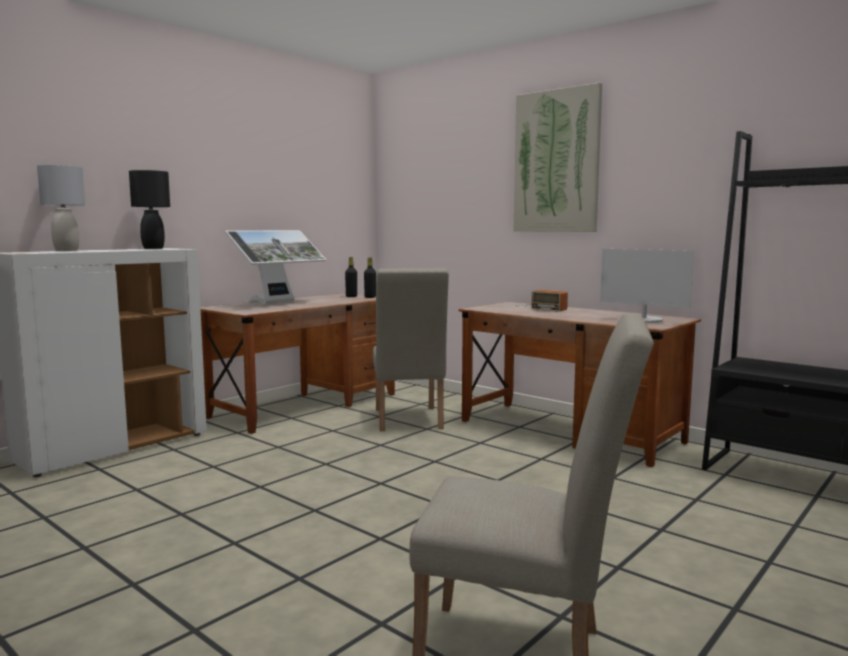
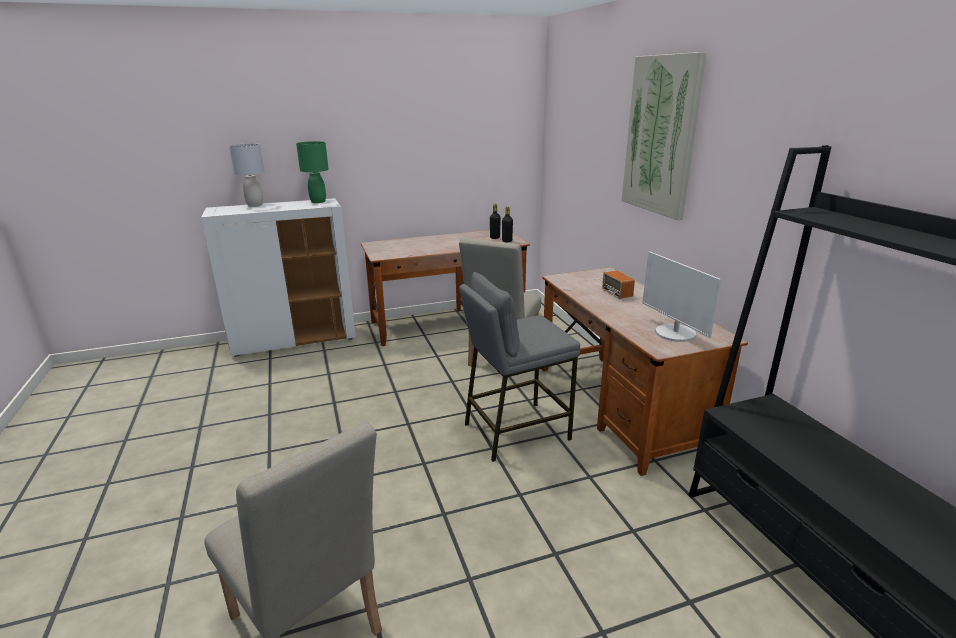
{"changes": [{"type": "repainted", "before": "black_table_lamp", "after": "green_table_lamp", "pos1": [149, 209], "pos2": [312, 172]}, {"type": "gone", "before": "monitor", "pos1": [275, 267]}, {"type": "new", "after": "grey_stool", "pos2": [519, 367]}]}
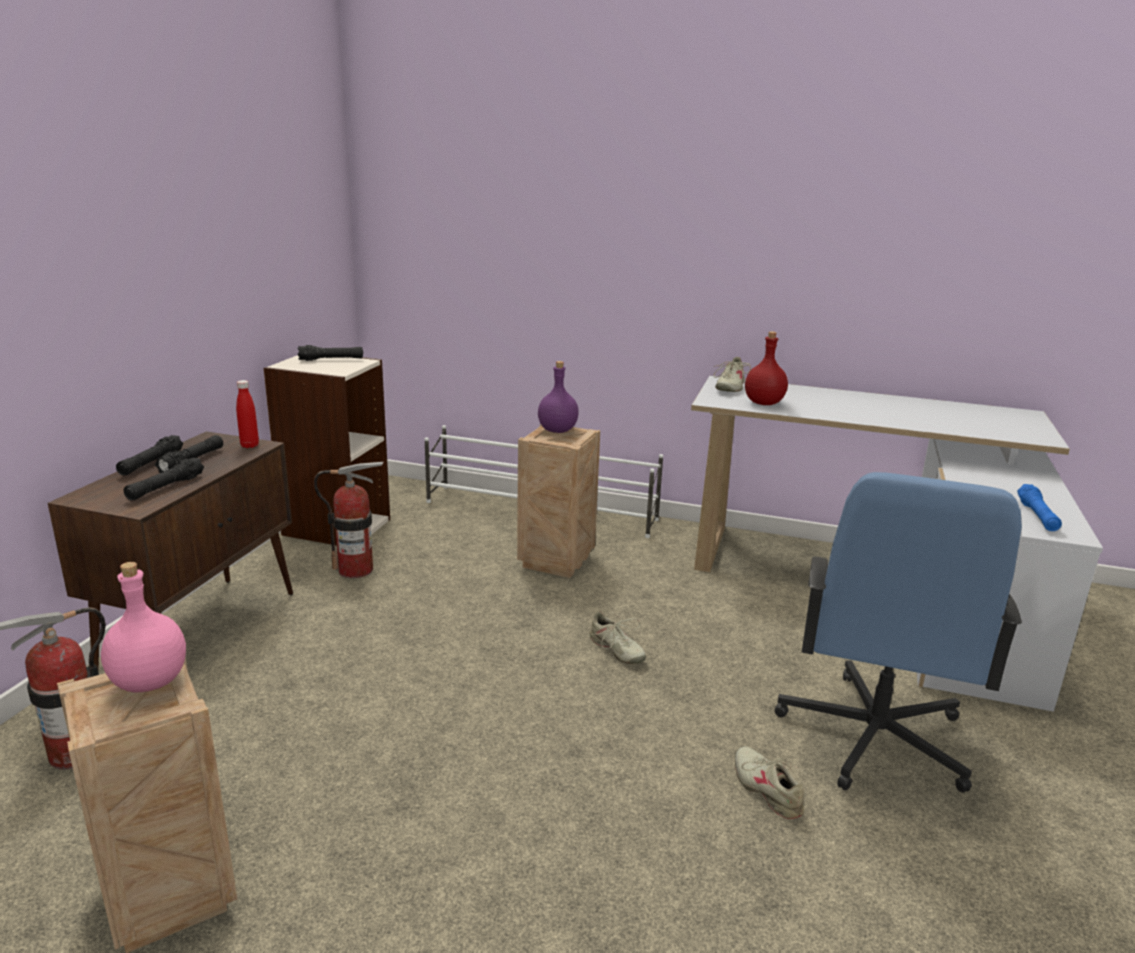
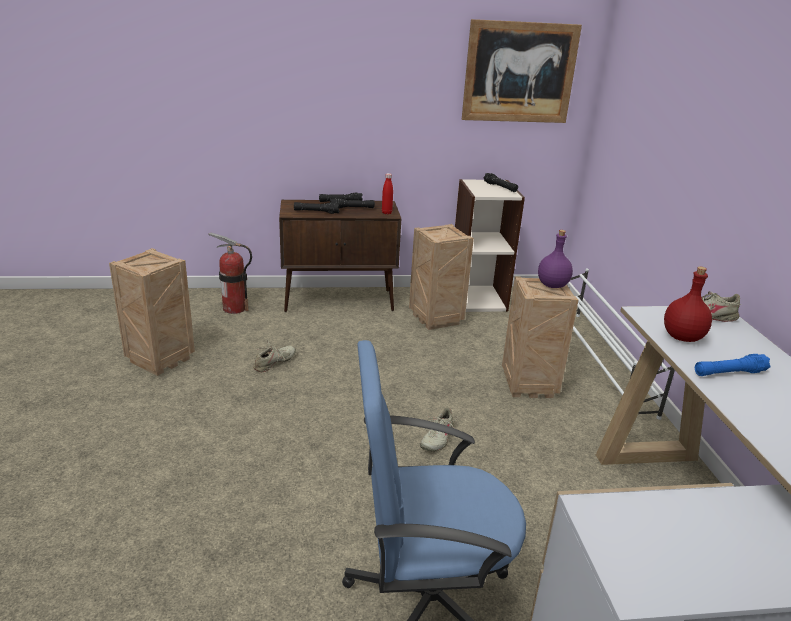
{"changes": [{"type": "swapped", "before": "fire_extinguisher", "after": "crate", "pos1": [349, 520], "pos2": [441, 277]}, {"type": "shifted", "before": "blue_flashlight", "pos1": [1039, 507], "pos2": [733, 365]}, {"type": "gone", "before": "pink_bottle", "pos1": [143, 627]}, {"type": "shifted", "before": "beige_shoe", "pos1": [772, 782], "pos2": [274, 355]}, {"type": "new", "after": "picture", "pos2": [522, 71]}]}
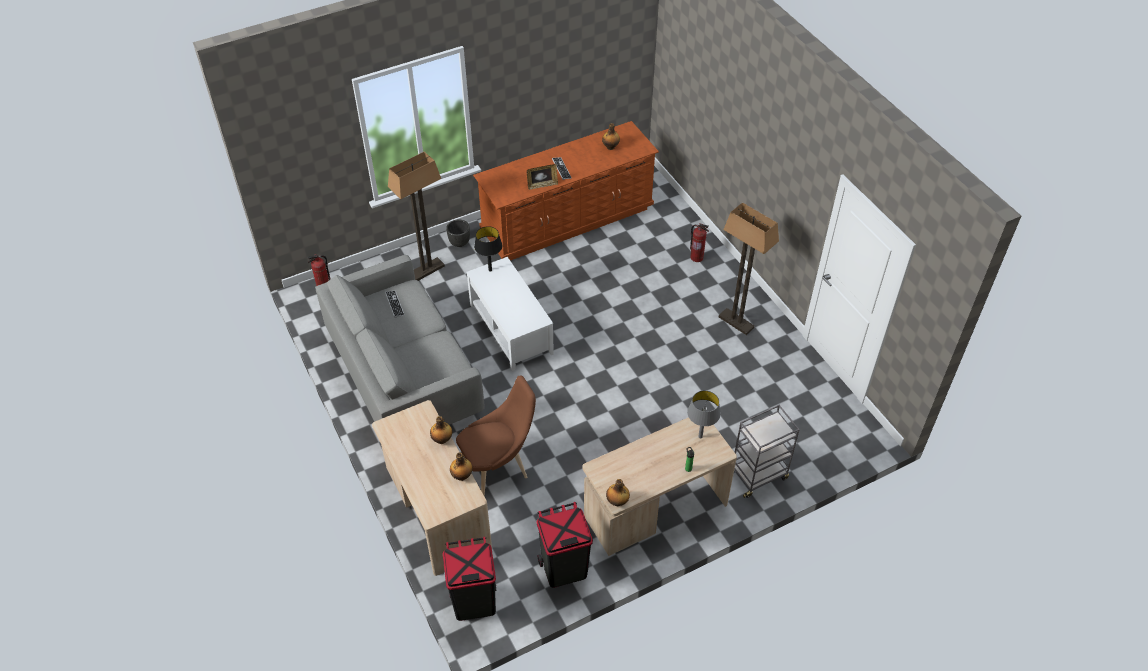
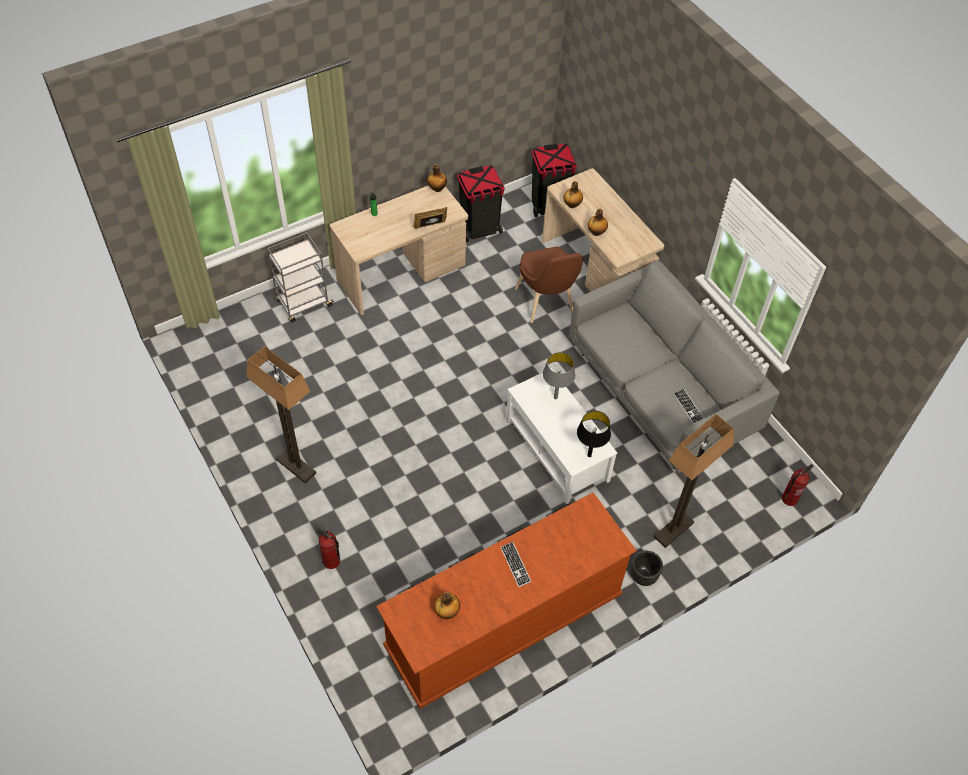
{"changes": [{"type": "shifted", "before": "picture_frame", "pos1": [542, 177], "pos2": [430, 218]}, {"type": "rotated", "before": "brown_chair", "pos1": [496, 436], "pos2": [549, 285], "turn": -75}, {"type": "shifted", "before": "grey_table_lamp", "pos1": [704, 414], "pos2": [559, 375]}]}
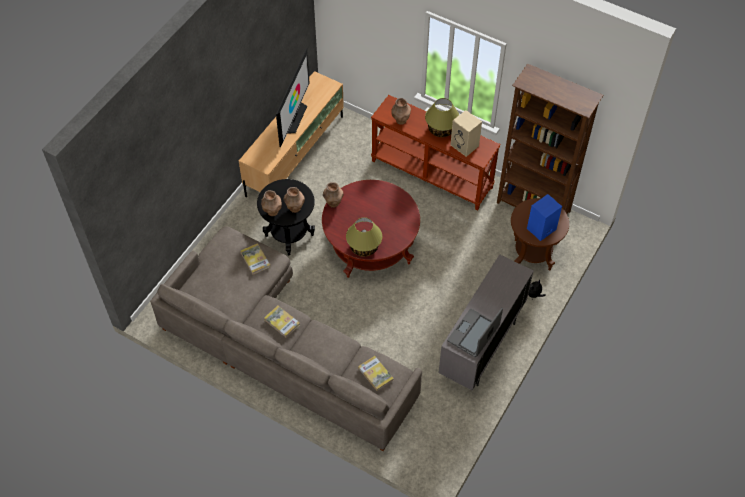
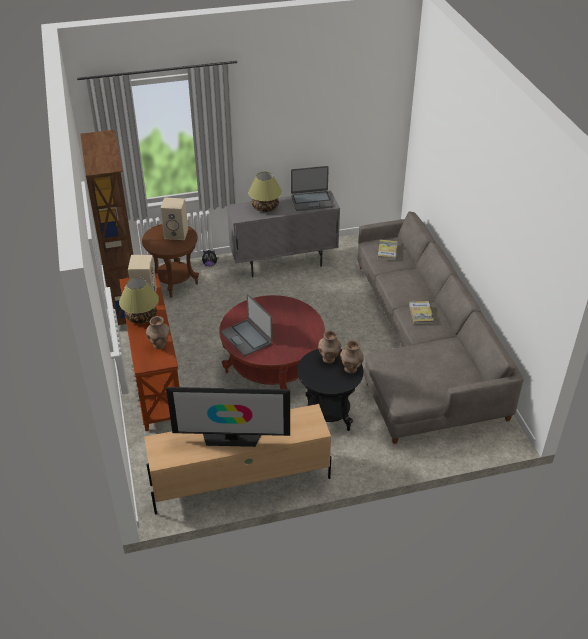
{"changes": [{"type": "rotated", "before": "television", "pos1": [293, 97], "pos2": [228, 417], "turn": -150}, {"type": "gone", "before": "brown_vase", "pos1": [333, 195]}, {"type": "repainted", "before": "blue_speaker", "after": "beige_speaker", "pos1": [544, 217], "pos2": [174, 218]}, {"type": "shifted", "before": "table_lamp", "pos1": [364, 237], "pos2": [265, 192]}, {"type": "gone", "before": "book", "pos1": [255, 259]}, {"type": "new", "after": "laptop", "pos2": [247, 325]}]}
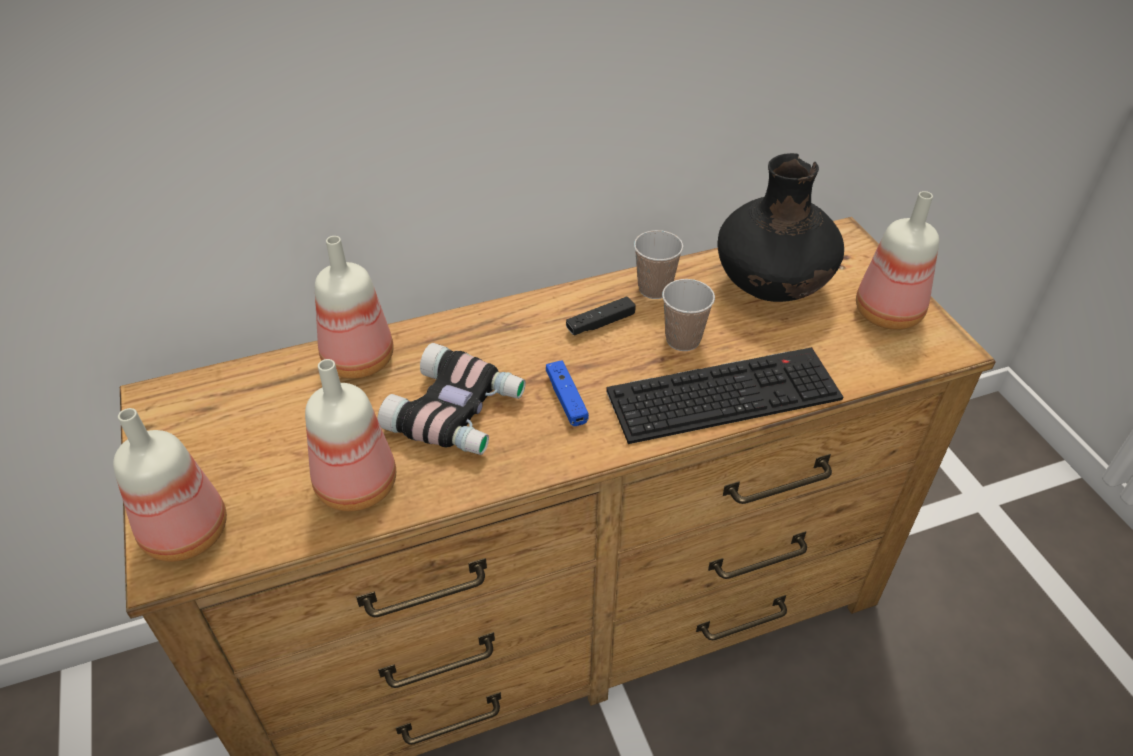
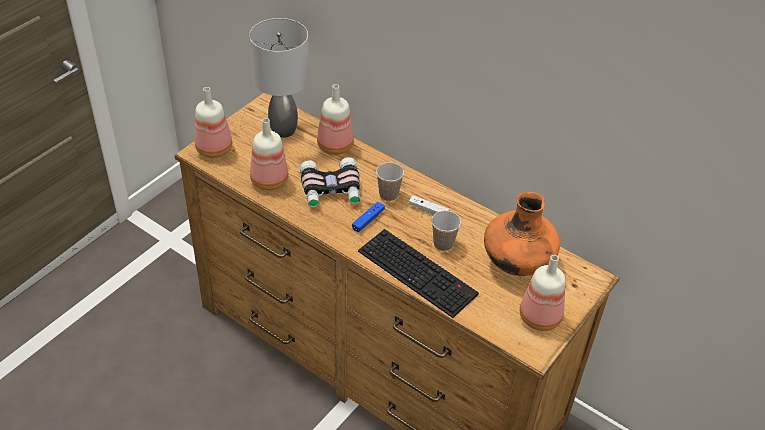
{"changes": [{"type": "repainted", "before": "black_vase", "after": "orange_vase", "pos1": [781, 227], "pos2": [522, 234]}, {"type": "shifted", "before": "cup", "pos1": [658, 264], "pos2": [390, 181]}, {"type": "repainted", "before": "black_game_controller", "after": "white_game_controller", "pos1": [601, 315], "pos2": [429, 205]}, {"type": "new", "after": "grey_table_lamp", "pos2": [279, 78]}]}
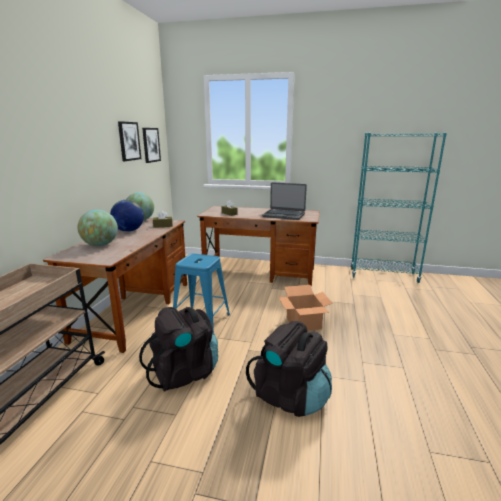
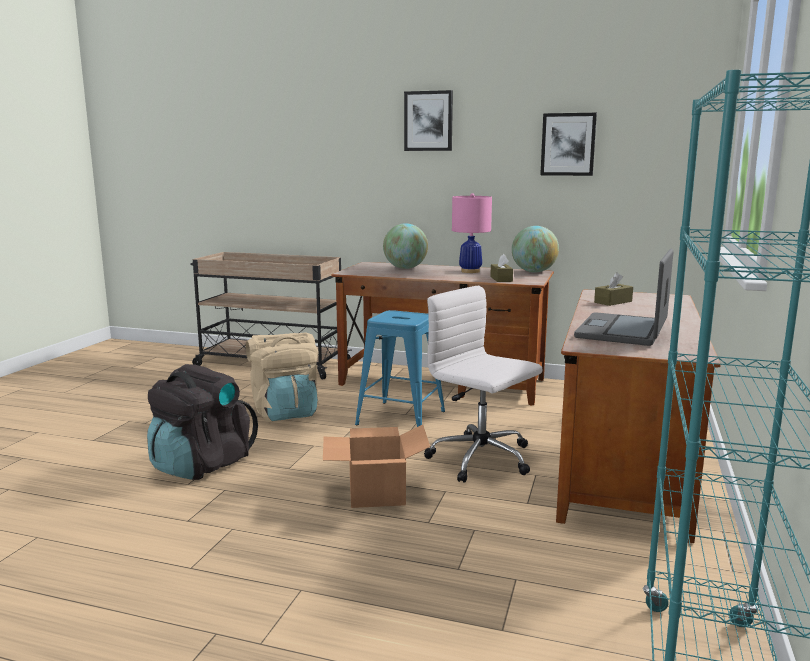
{"changes": [{"type": "shifted", "before": "picture", "pos1": [151, 145], "pos2": [428, 120]}, {"type": "swapped", "before": "globe", "after": "pink_table_lamp", "pos1": [127, 216], "pos2": [472, 233]}, {"type": "repainted", "before": "black_backpack", "after": "beige_backpack", "pos1": [178, 349], "pos2": [282, 377]}, {"type": "new", "after": "white_office_chair", "pos2": [483, 384]}]}
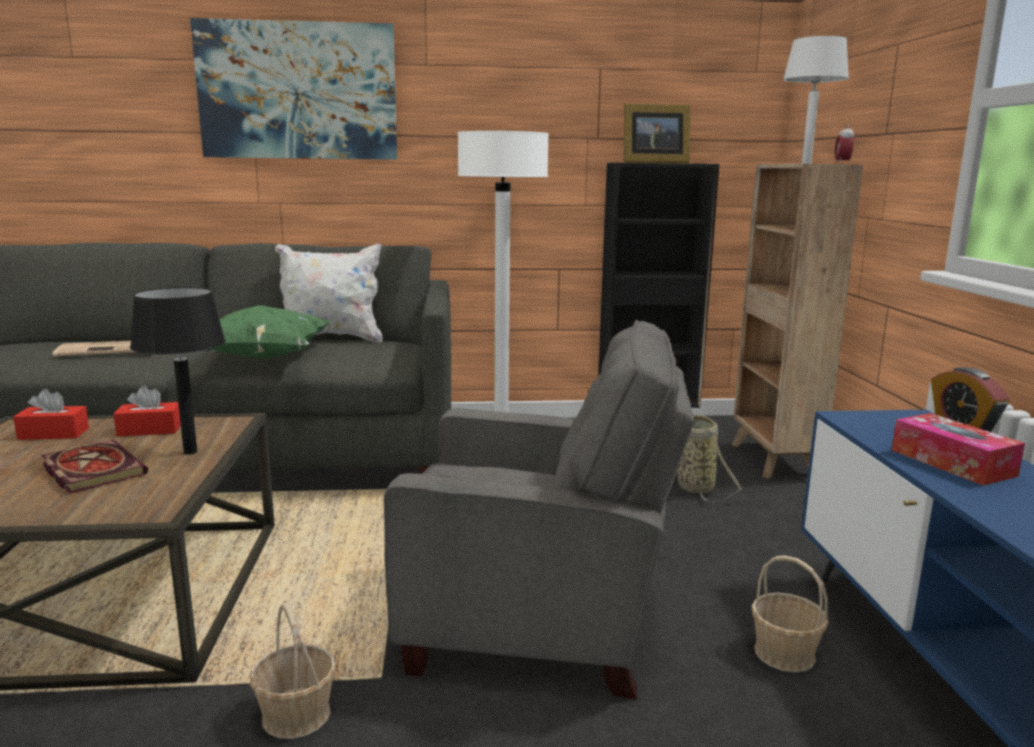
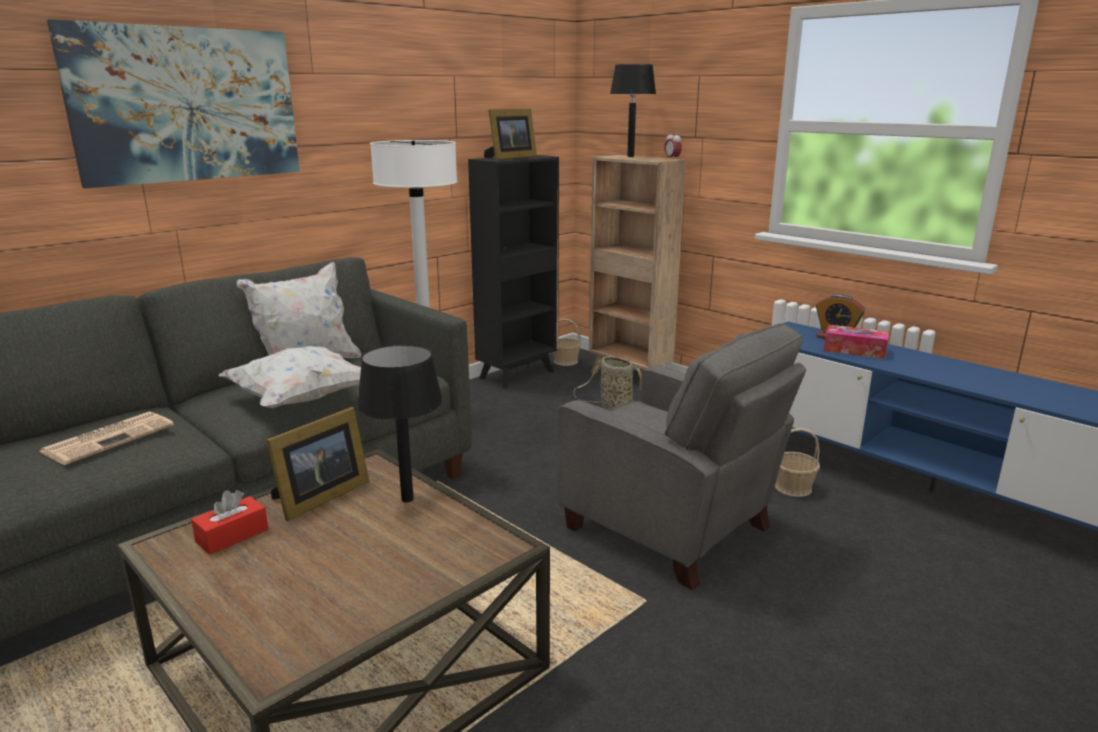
{"changes": [{"type": "repainted", "before": "white_table_lamp", "after": "black_table_lamp", "pos1": [816, 100], "pos2": [633, 110]}, {"type": "repainted", "before": "green_pillow", "after": "white_pillow", "pos1": [268, 332], "pos2": [290, 377]}, {"type": "rotated", "before": "grey_armchair", "pos1": [539, 510], "pos2": [681, 457], "turn": 75}, {"type": "swapped", "before": "red_tissue_box", "after": "picture_frame", "pos1": [147, 411], "pos2": [318, 464]}, {"type": "gone", "before": "book", "pos1": [94, 467]}, {"type": "shifted", "before": "basket", "pos1": [293, 671], "pos2": [567, 342]}]}
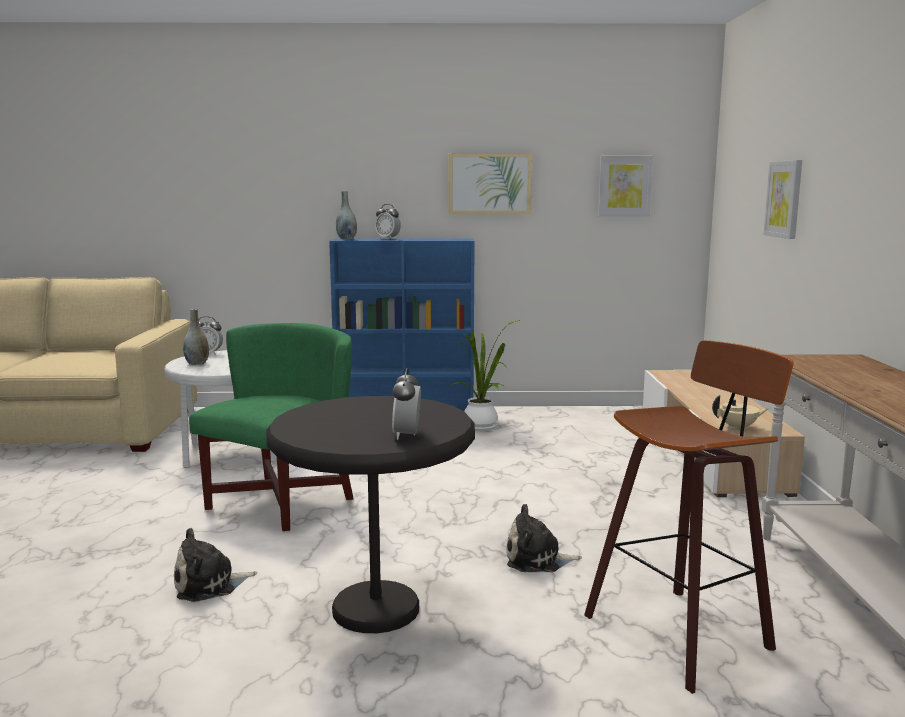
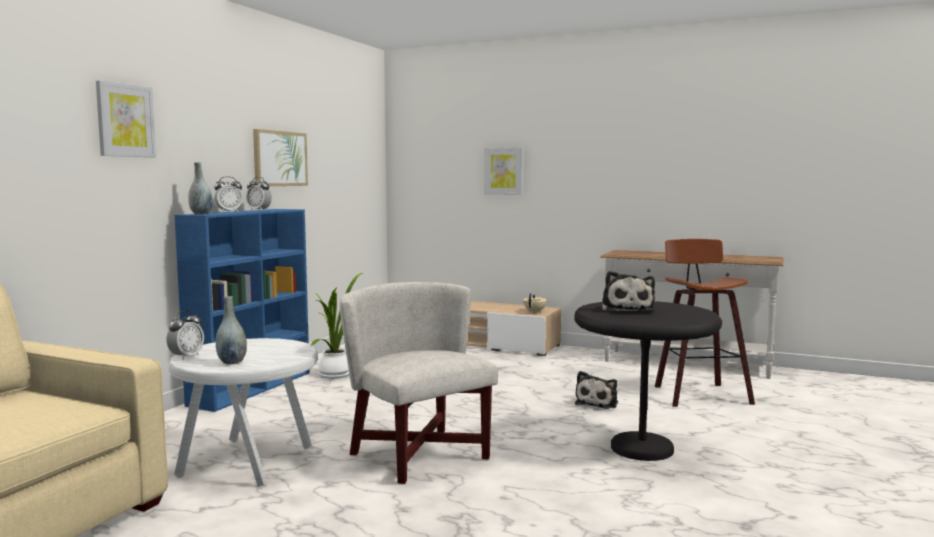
{"changes": [{"type": "shifted", "before": "picture", "pos1": [625, 186], "pos2": [126, 118]}, {"type": "repainted", "before": "green_armchair", "after": "white_armchair", "pos1": [271, 427], "pos2": [419, 383]}, {"type": "shifted", "before": "alarm_clock", "pos1": [406, 404], "pos2": [259, 194]}, {"type": "shifted", "before": "plush_toy", "pos1": [215, 565], "pos2": [628, 291]}]}
